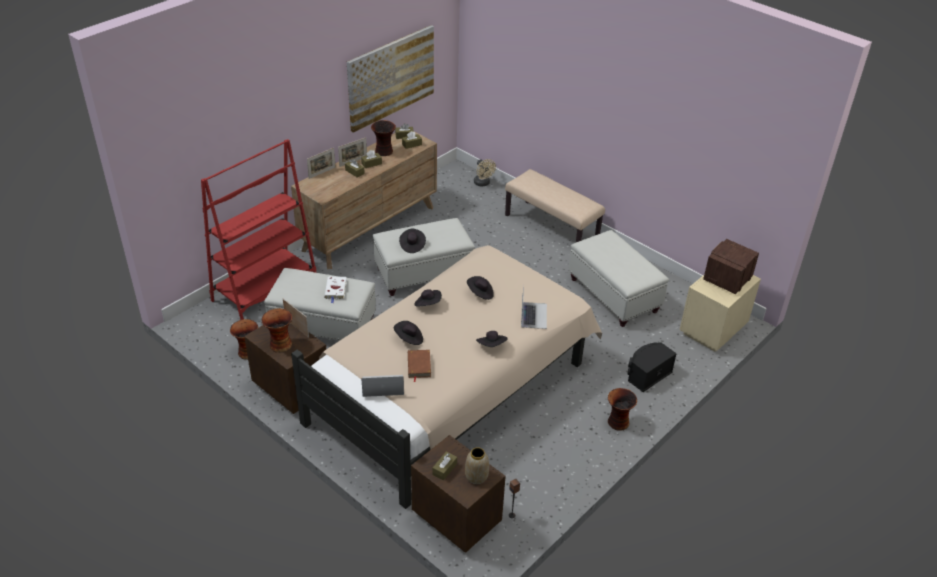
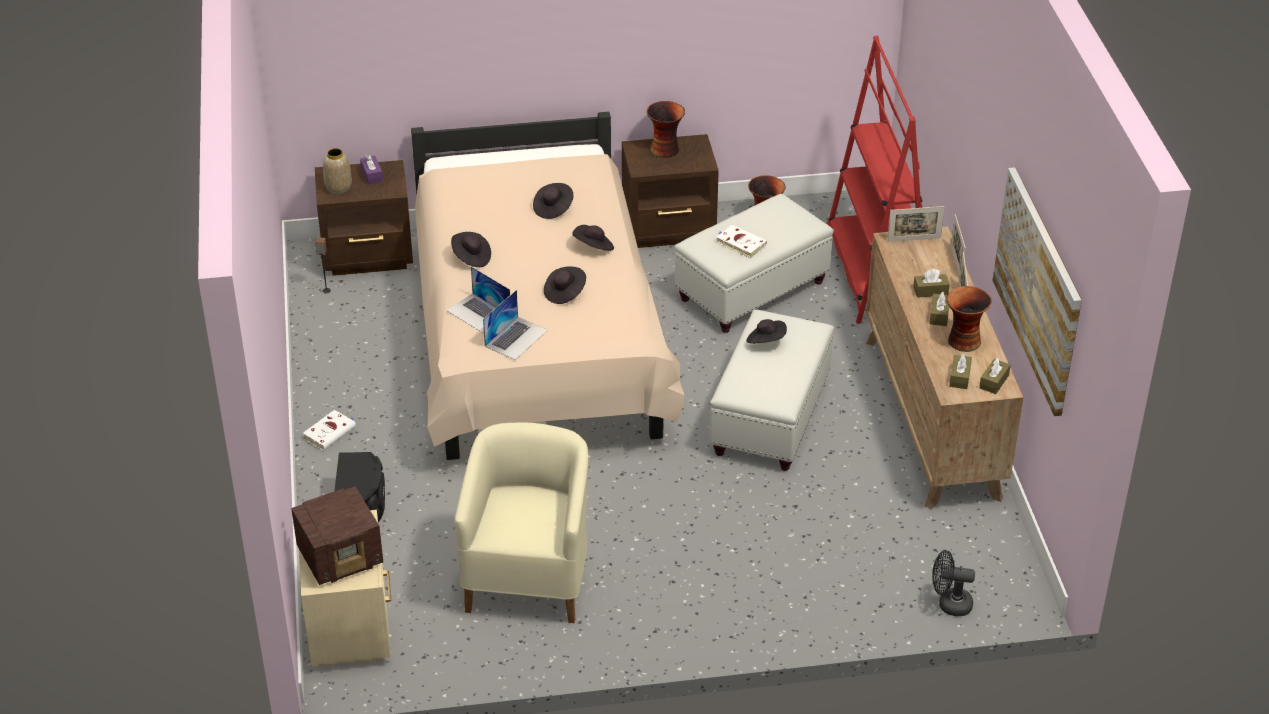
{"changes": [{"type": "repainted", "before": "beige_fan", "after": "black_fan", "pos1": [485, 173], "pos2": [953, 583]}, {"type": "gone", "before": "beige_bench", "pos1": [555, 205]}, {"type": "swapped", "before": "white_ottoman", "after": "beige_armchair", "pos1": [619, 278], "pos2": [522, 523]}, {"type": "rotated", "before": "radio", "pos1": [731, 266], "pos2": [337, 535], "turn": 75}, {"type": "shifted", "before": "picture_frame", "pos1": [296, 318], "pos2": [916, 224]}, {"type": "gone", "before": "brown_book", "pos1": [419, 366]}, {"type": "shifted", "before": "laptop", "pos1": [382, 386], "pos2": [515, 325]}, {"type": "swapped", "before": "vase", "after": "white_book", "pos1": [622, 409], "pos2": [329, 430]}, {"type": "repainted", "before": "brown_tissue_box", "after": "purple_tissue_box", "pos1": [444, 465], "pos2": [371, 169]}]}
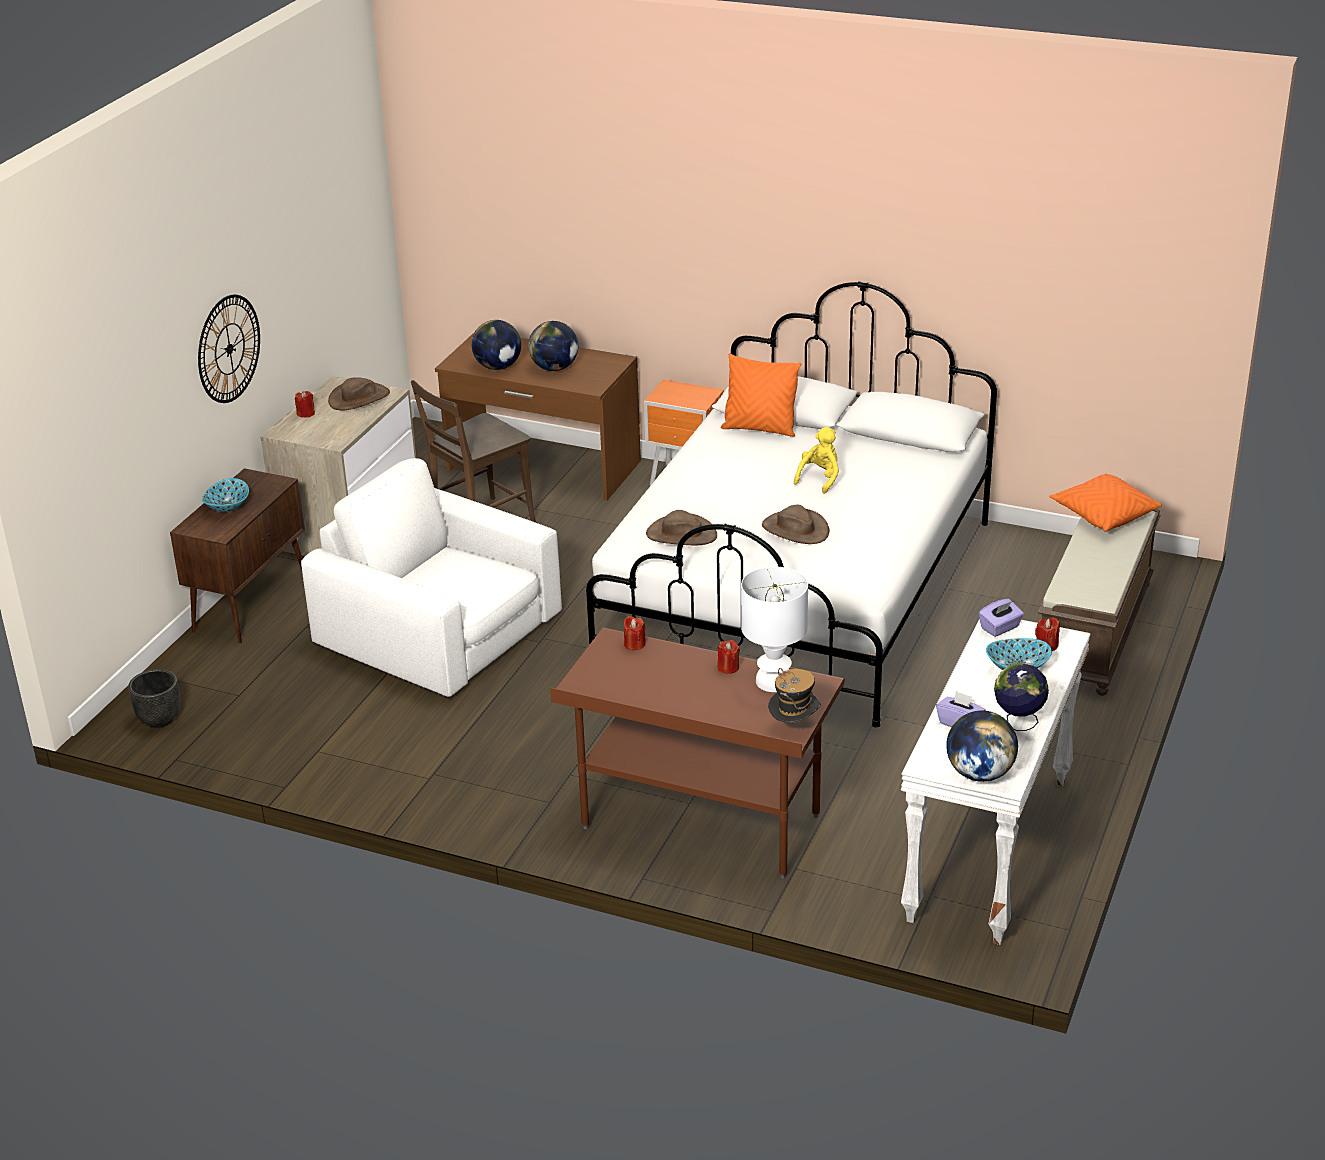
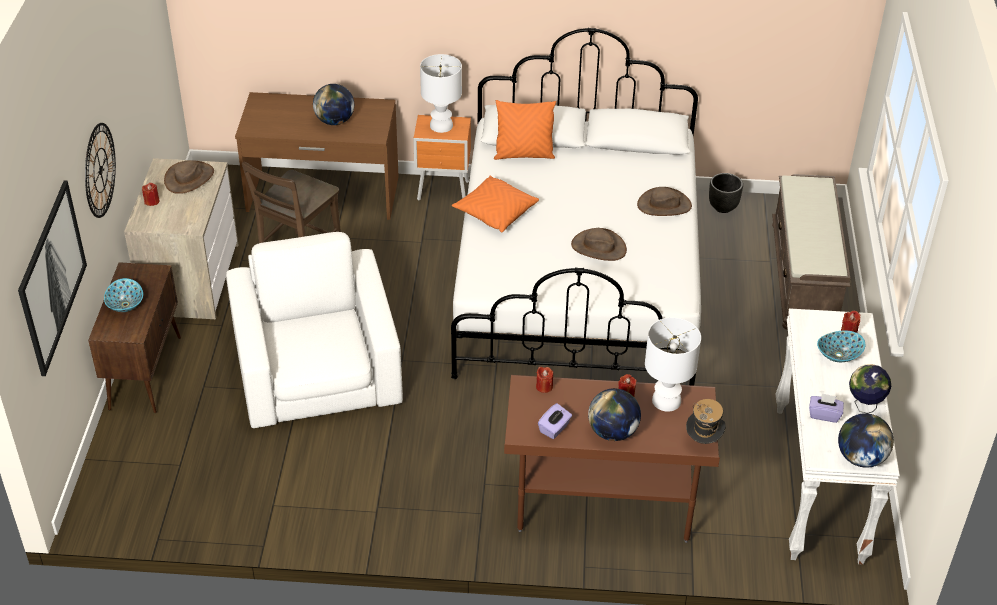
{"changes": [{"type": "shifted", "before": "globe", "pos1": [496, 345], "pos2": [614, 414]}, {"type": "gone", "before": "yellow_plush_toy", "pos1": [816, 460]}, {"type": "rotated", "before": "white_armchair", "pos1": [431, 577], "pos2": [314, 330], "turn": 60}, {"type": "shifted", "before": "orange_pillow", "pos1": [1105, 502], "pos2": [495, 204]}, {"type": "shifted", "before": "brown_hat", "pos1": [681, 527], "pos2": [664, 201]}, {"type": "shifted", "before": "purple_tissue_box", "pos1": [1001, 618], "pos2": [555, 421]}, {"type": "shifted", "before": "black_planter", "pos1": [154, 698], "pos2": [726, 193]}, {"type": "new", "after": "white_table_lamp", "pos2": [441, 93]}, {"type": "new", "after": "picture", "pos2": [52, 278]}]}
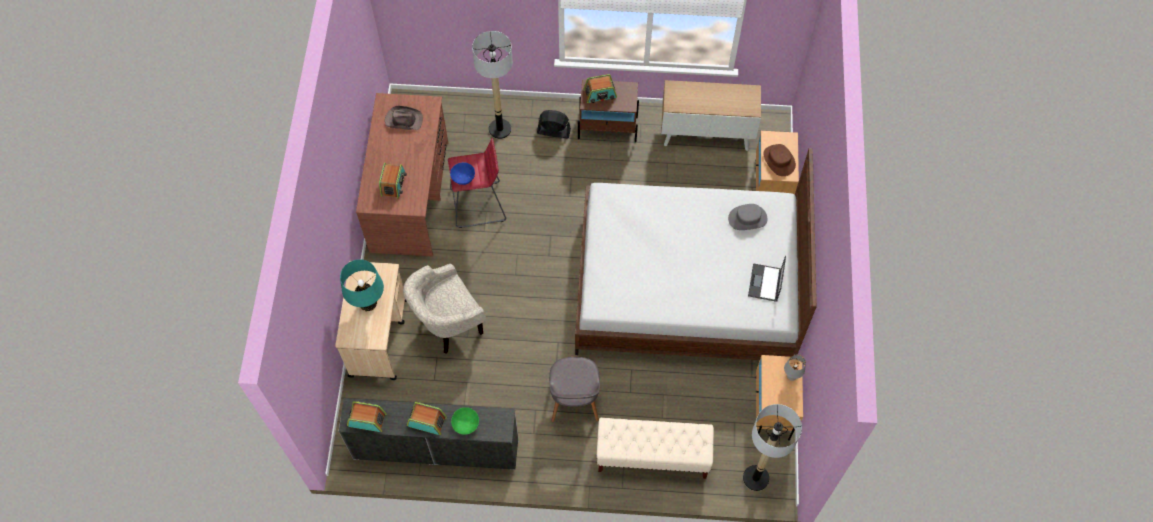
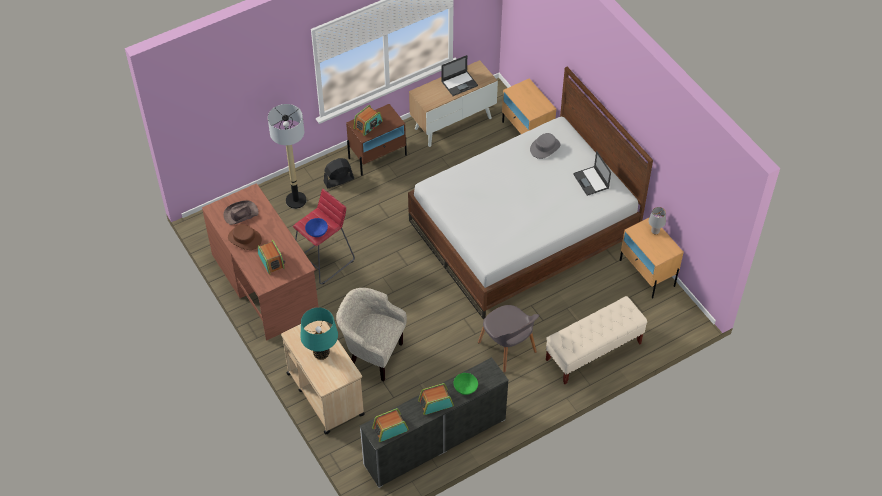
{"changes": [{"type": "shifted", "before": "brown_hat", "pos1": [779, 160], "pos2": [245, 237]}, {"type": "rotated", "before": "beige_armchair", "pos1": [444, 309], "pos2": [371, 334], "turn": 90}, {"type": "gone", "before": "floor_lamp", "pos1": [772, 447]}, {"type": "new", "after": "laptop", "pos2": [459, 75]}]}
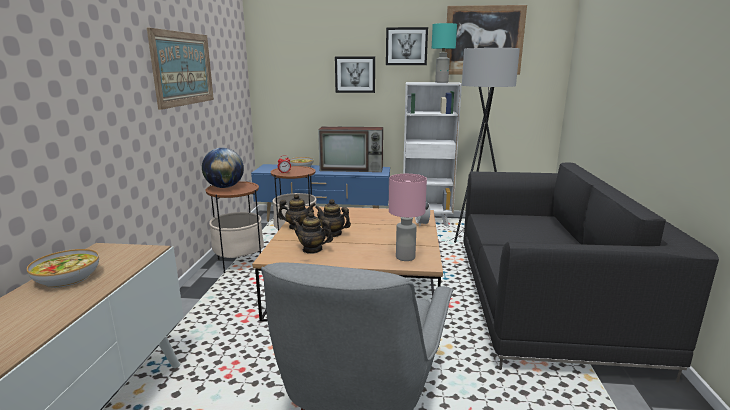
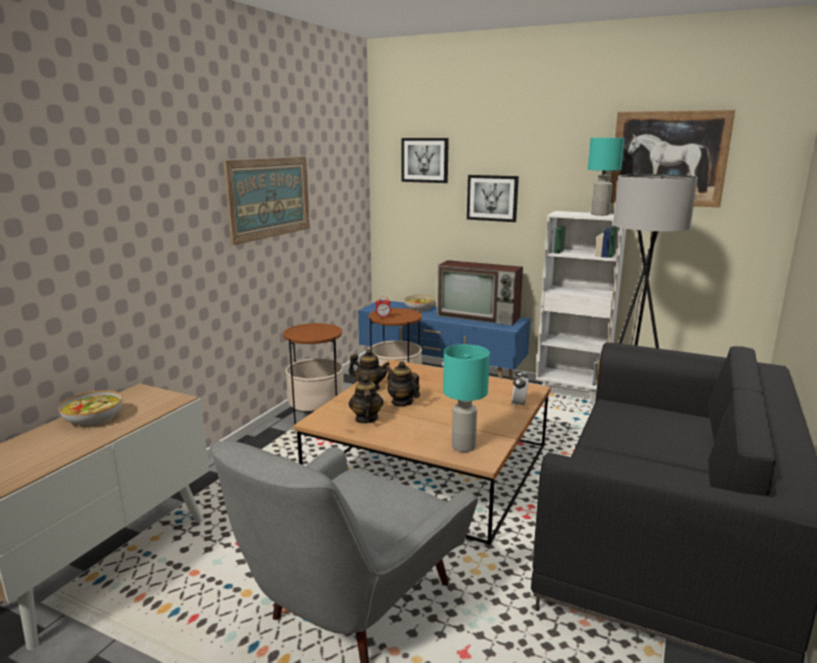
{"changes": [{"type": "shifted", "before": "picture", "pos1": [407, 46], "pos2": [425, 160]}, {"type": "gone", "before": "globe", "pos1": [223, 168]}, {"type": "repainted", "before": "pink_table_lamp", "after": "turquoise_table_lamp", "pos1": [408, 217], "pos2": [466, 398]}, {"type": "rotated", "before": "teapot", "pos1": [312, 233], "pos2": [366, 399], "turn": 45}]}
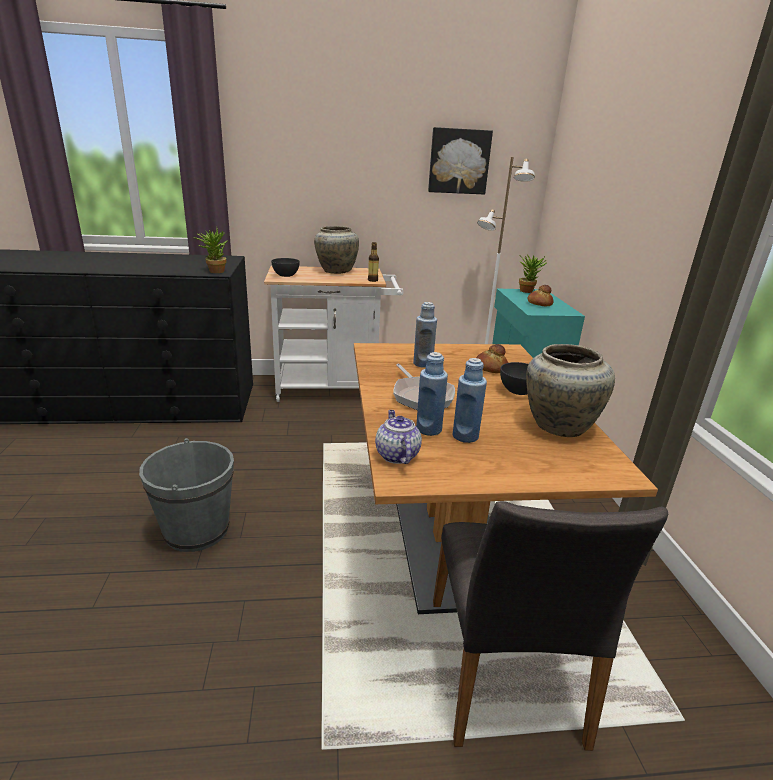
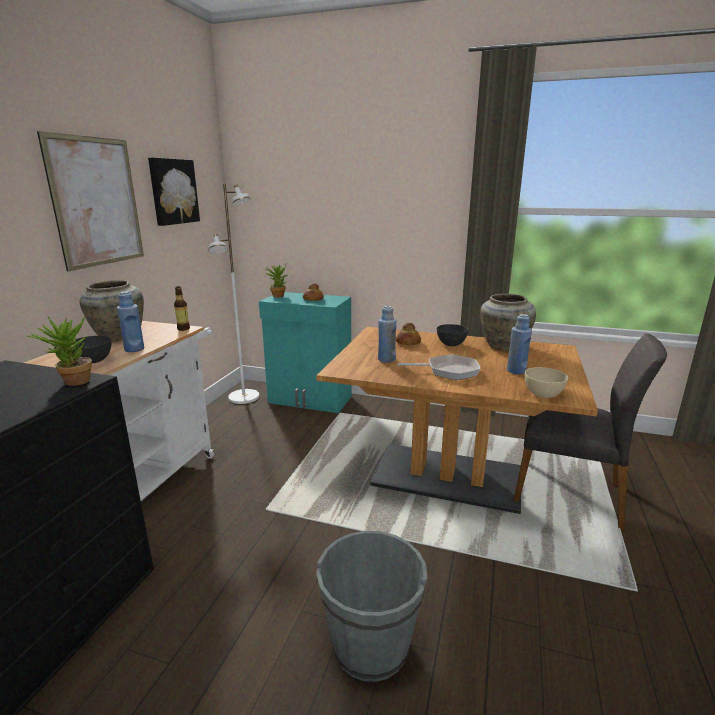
{"changes": [{"type": "shifted", "before": "blue_bottle", "pos1": [432, 394], "pos2": [130, 321]}, {"type": "swapped", "before": "teapot", "after": "beige_bowl", "pos1": [398, 437], "pos2": [546, 382]}, {"type": "new", "after": "picture", "pos2": [90, 201]}]}
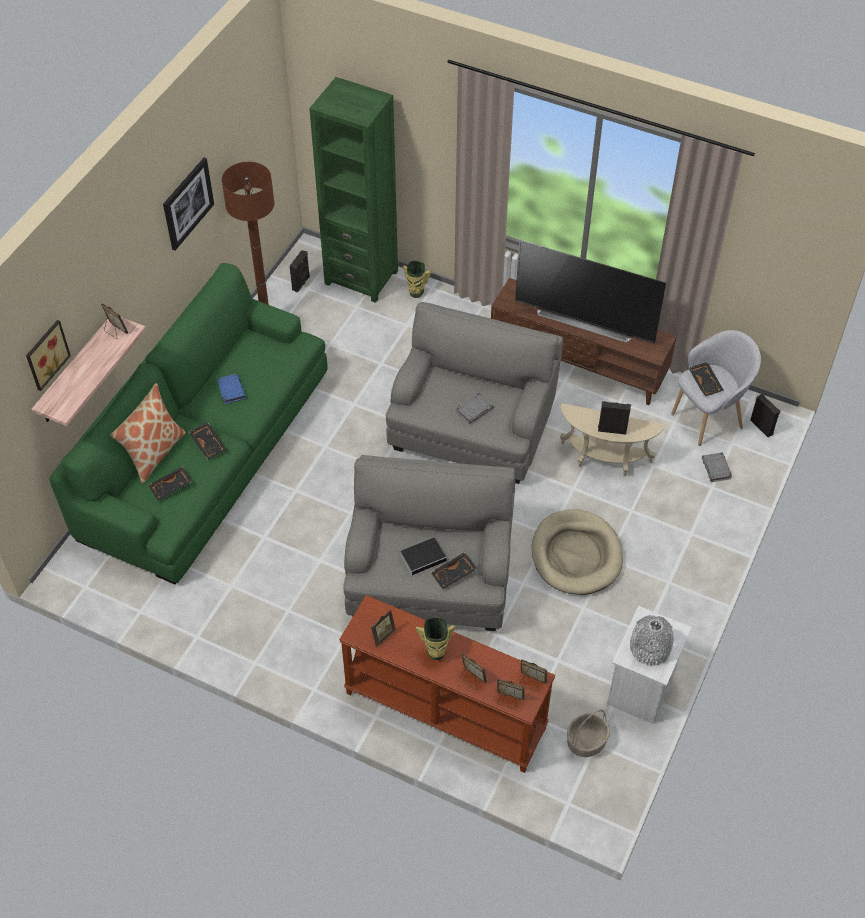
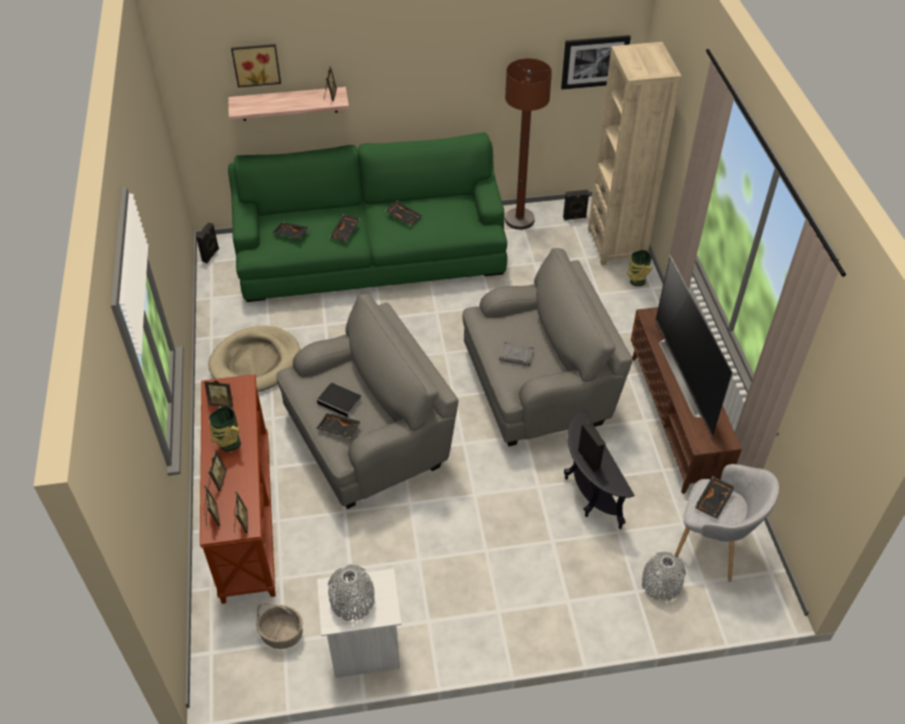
{"changes": [{"type": "repainted", "before": "green_bookcase", "after": "beige_bookcase", "pos1": [353, 190], "pos2": [635, 153]}, {"type": "shifted", "before": "picture", "pos1": [188, 204], "pos2": [596, 62]}, {"type": "swapped", "before": "blue_book", "after": "black_tray", "pos1": [231, 389], "pos2": [403, 213]}, {"type": "gone", "before": "pillow", "pos1": [148, 433]}, {"type": "shifted", "before": "black_speaker", "pos1": [765, 415], "pos2": [207, 242]}, {"type": "repainted", "before": "beige_side_table", "after": "black_side_table", "pos1": [612, 440], "pos2": [599, 469]}, {"type": "swapped", "before": "grey_book", "after": "grey_vase", "pos1": [717, 467], "pos2": [664, 576]}, {"type": "shifted", "before": "beige_dog_bed", "pos1": [577, 552], "pos2": [254, 359]}]}
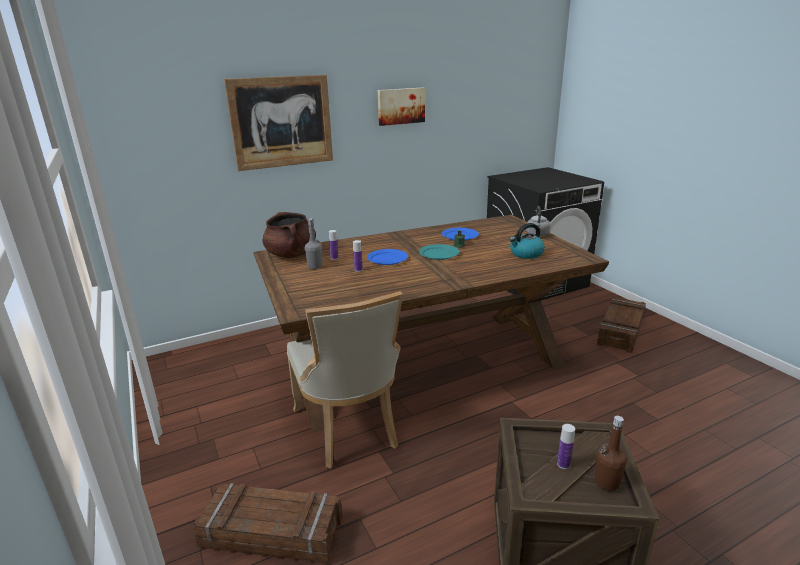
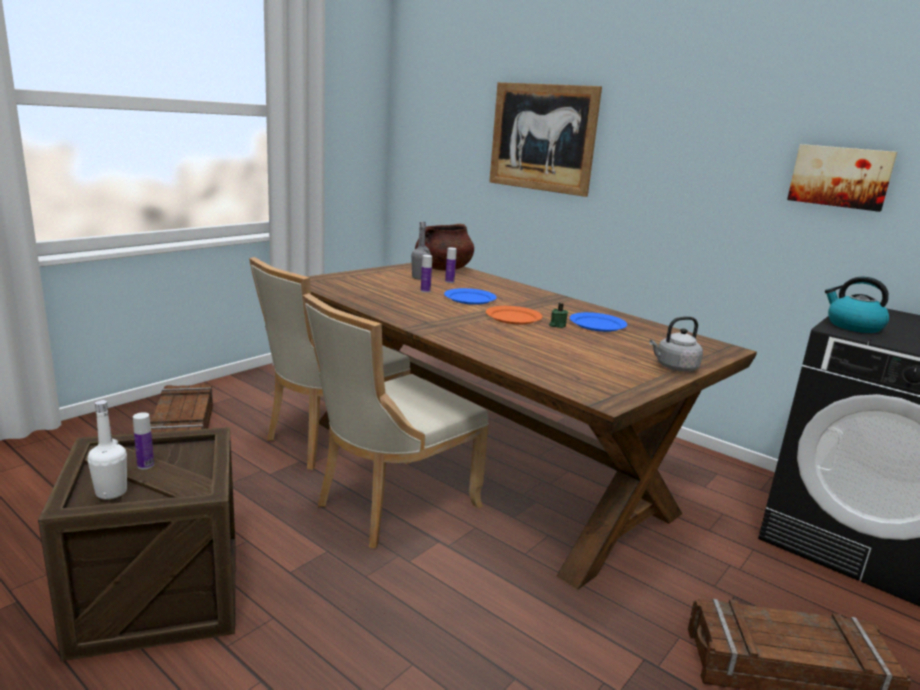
{"changes": [{"type": "shifted", "before": "picture", "pos1": [401, 107], "pos2": [842, 178]}, {"type": "shifted", "before": "kettle", "pos1": [527, 241], "pos2": [857, 305]}, {"type": "repainted", "before": "turquoise_plate", "after": "orange_plate", "pos1": [439, 252], "pos2": [514, 315]}, {"type": "repainted", "before": "brown_bottle", "after": "white_bottle", "pos1": [611, 453], "pos2": [107, 449]}, {"type": "new", "after": "beige_chair", "pos2": [395, 420]}]}
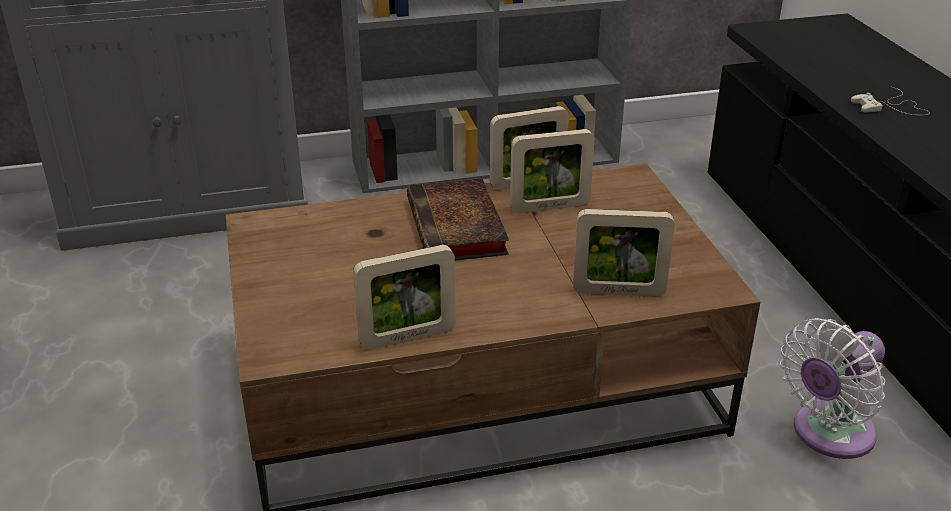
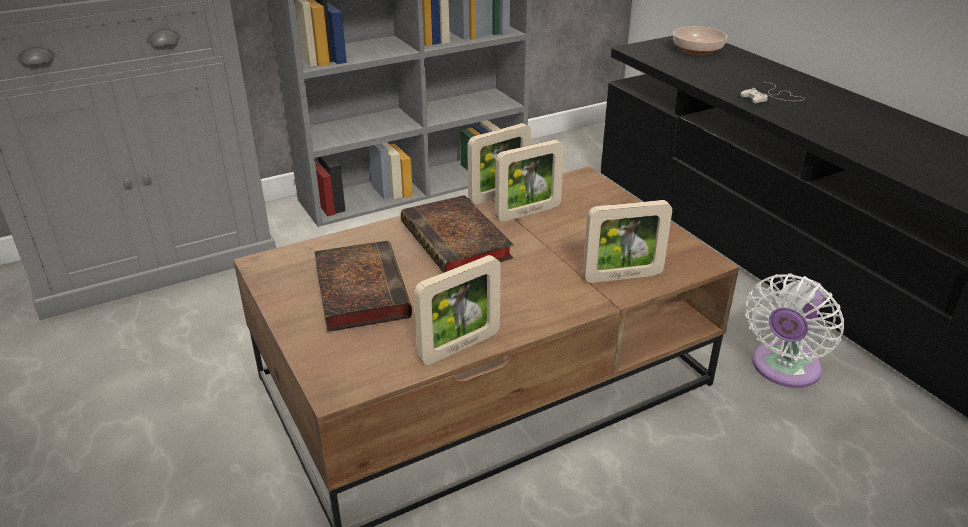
{"changes": [{"type": "new", "after": "bowl", "pos2": [700, 40]}, {"type": "new", "after": "book", "pos2": [363, 286]}]}
